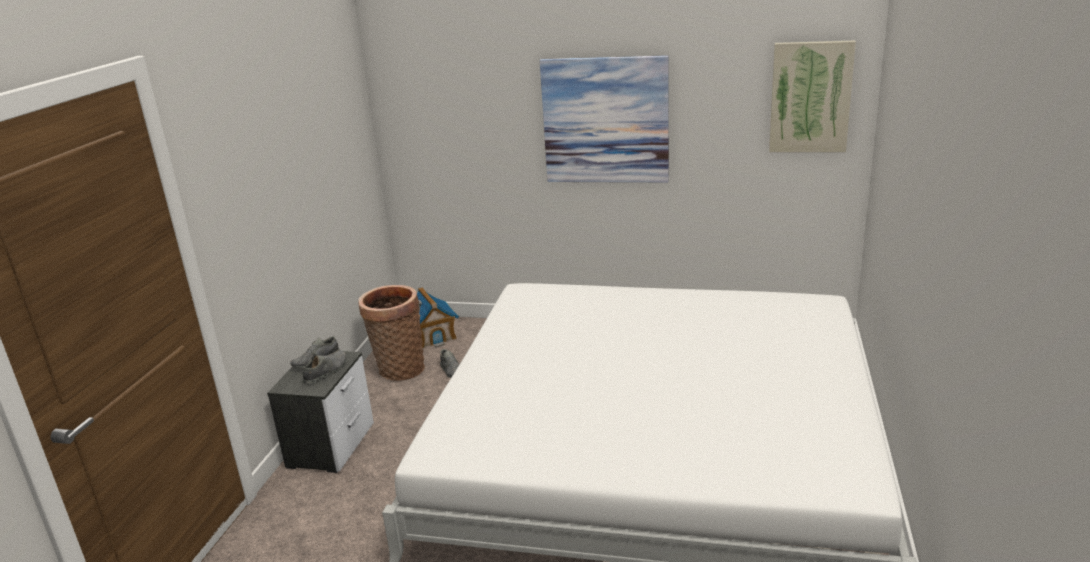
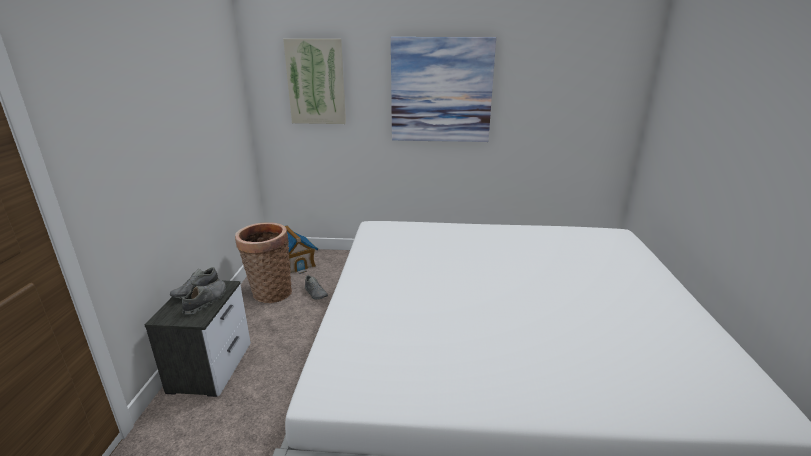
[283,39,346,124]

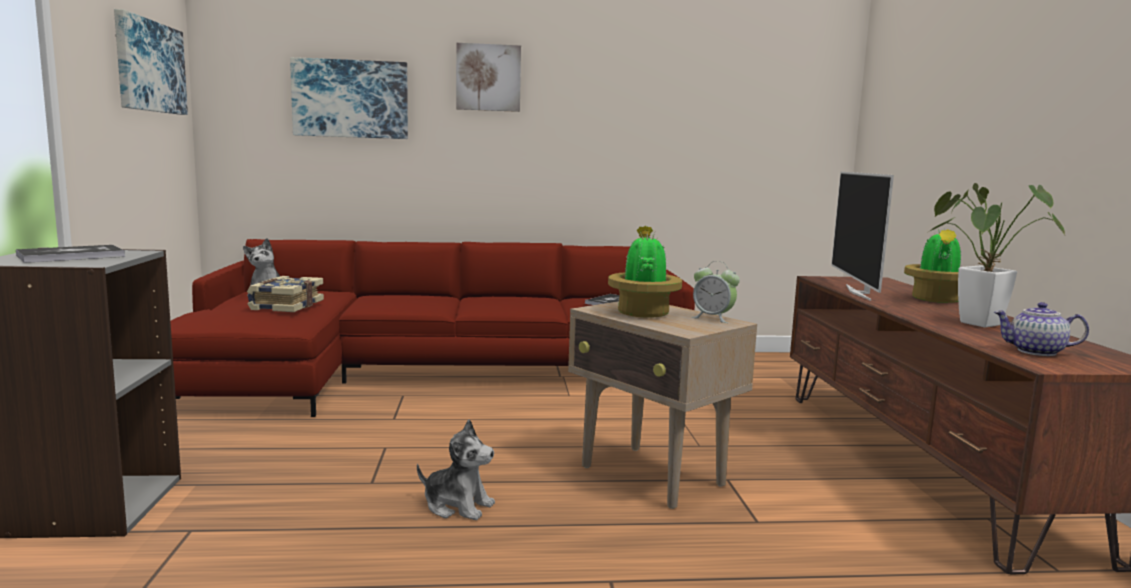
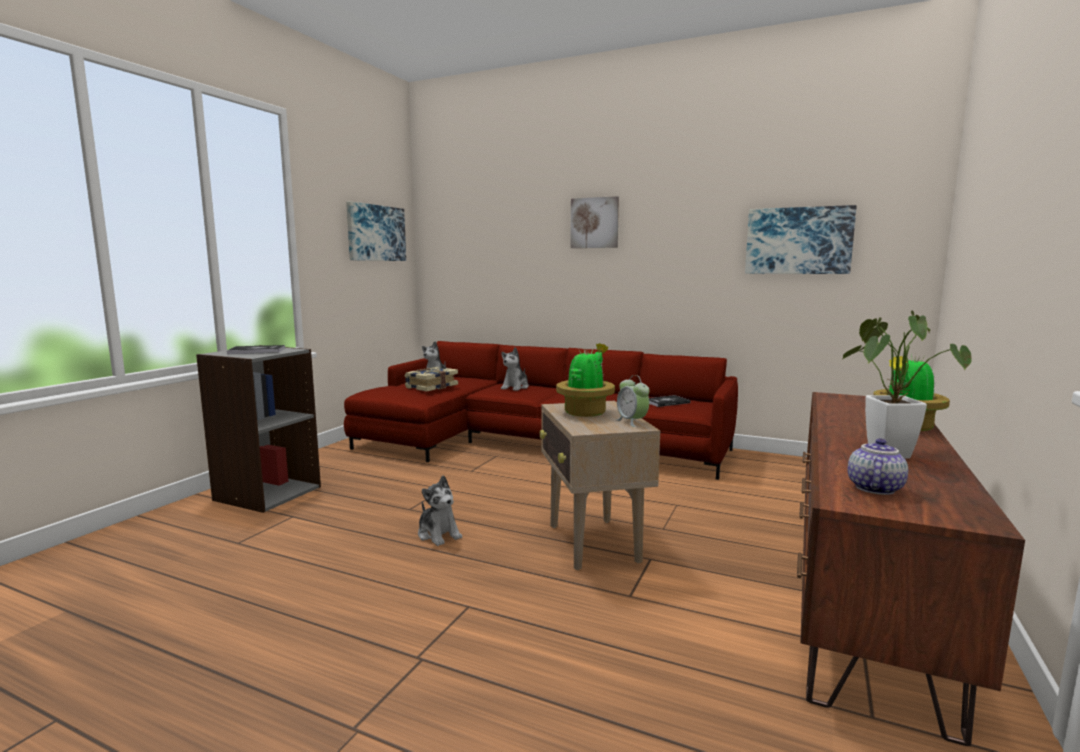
[745,205,857,274]
[831,172,894,301] (first image)
[848,438,908,495]
[501,347,529,391]

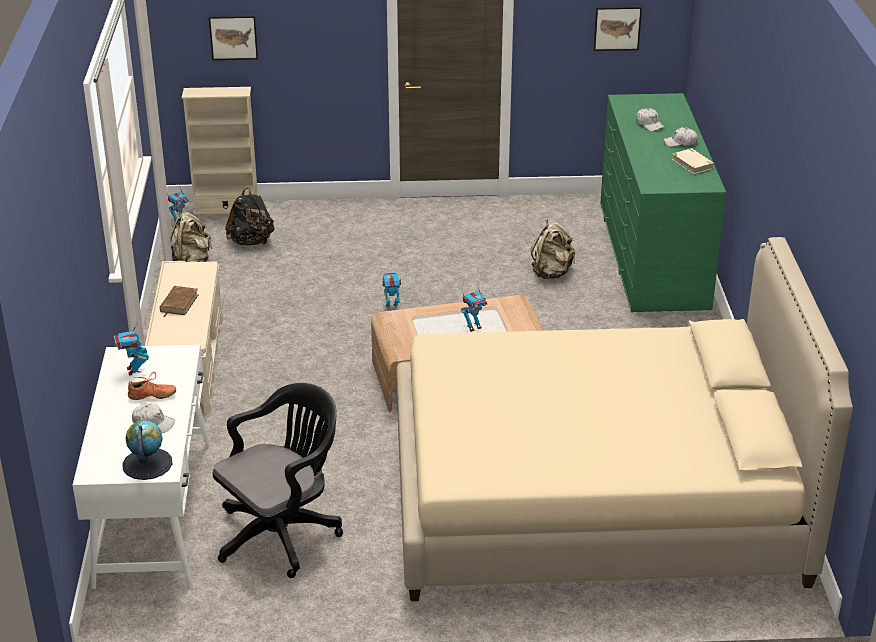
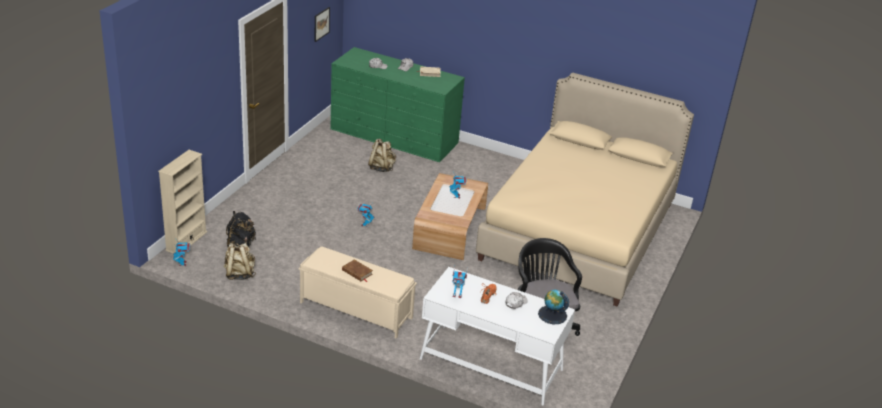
[209,16,258,60] (first image)

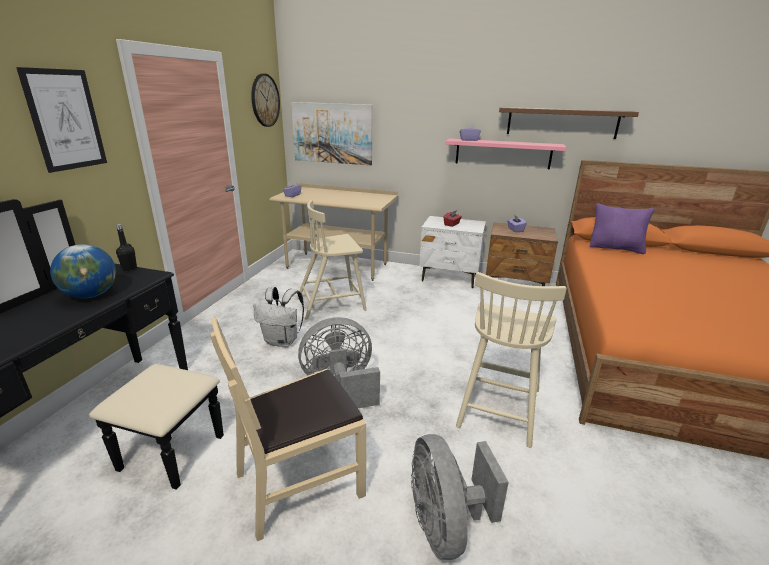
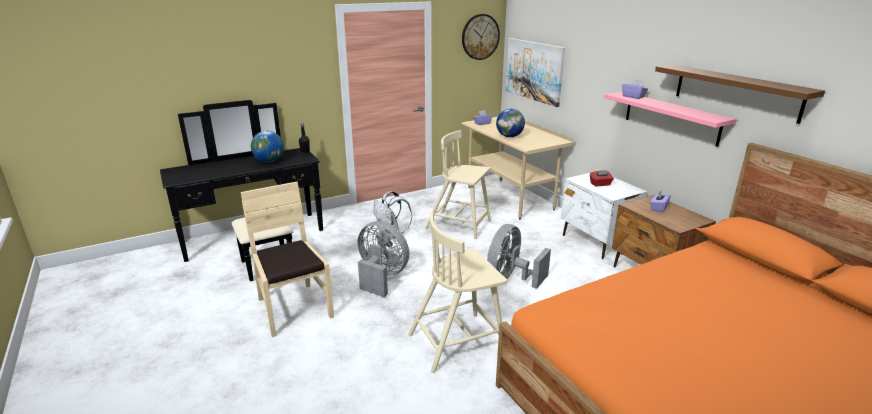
[16,67,107,173] (first image)
[241,182,334,337]
[487,224,551,289]
[590,203,655,254] (first image)
[496,109,525,137]

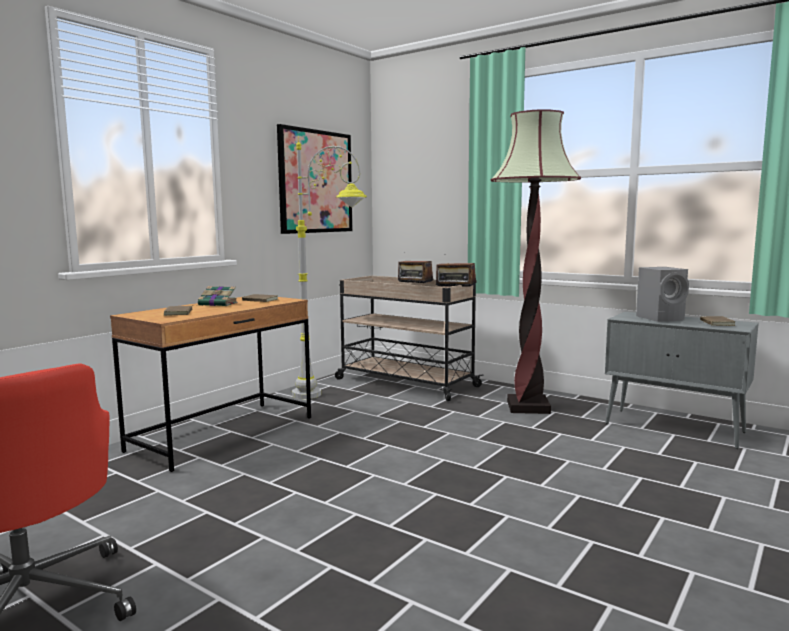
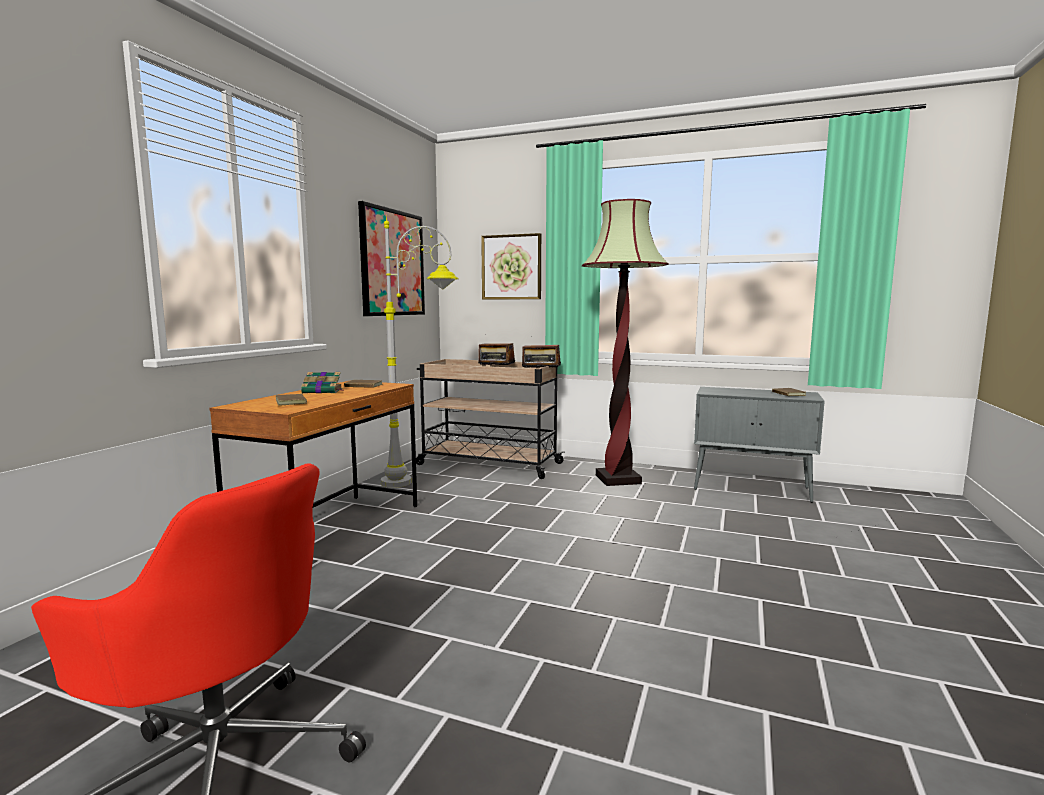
[636,267,689,322] (first image)
[481,233,541,299]

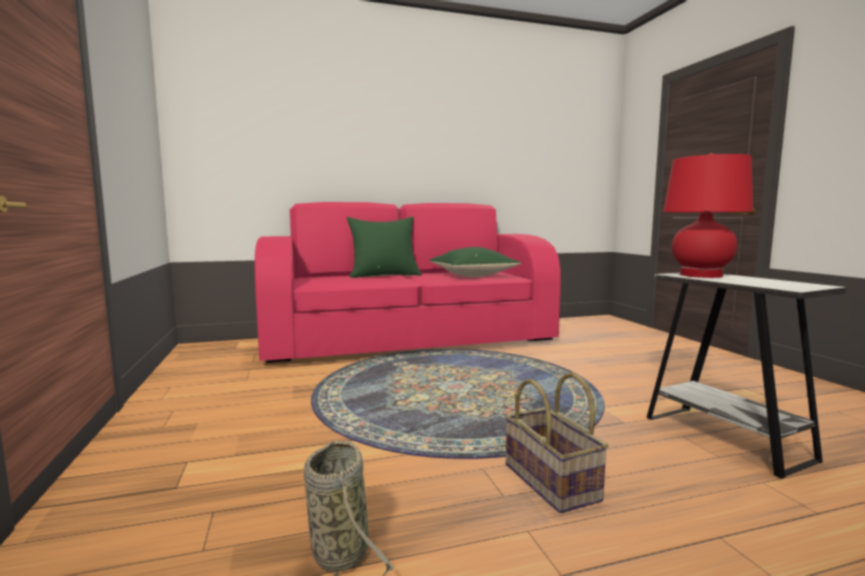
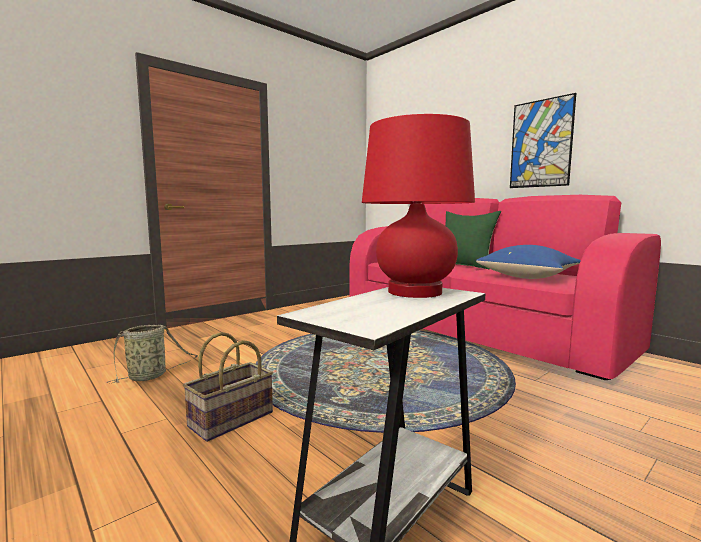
[476,245,581,279]
[510,93,576,188]

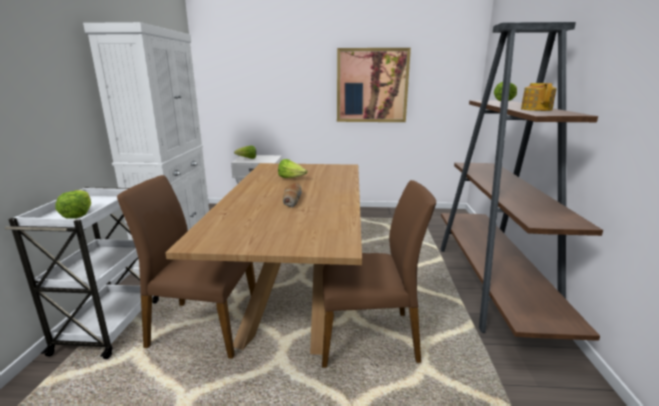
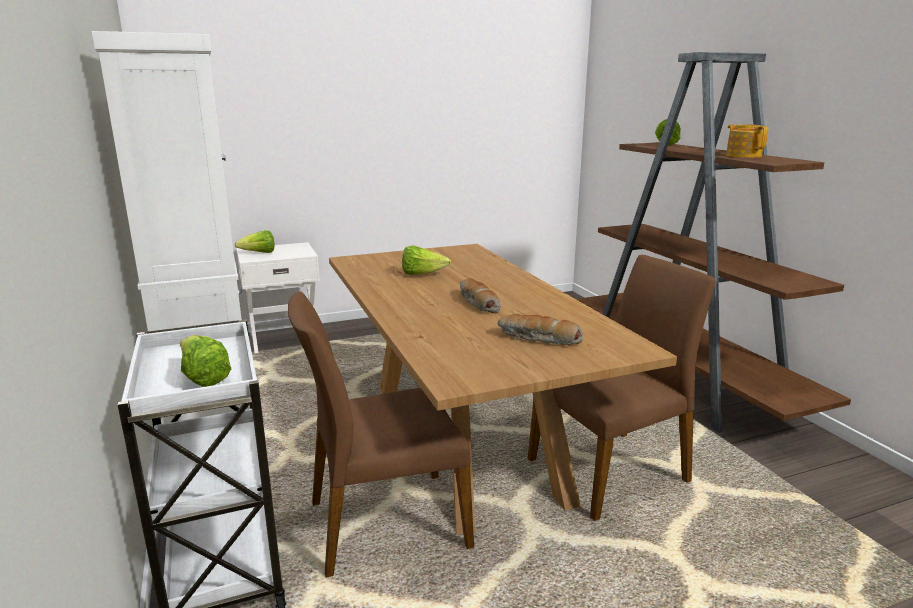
[337,48,411,122] (first image)
[498,314,583,345]

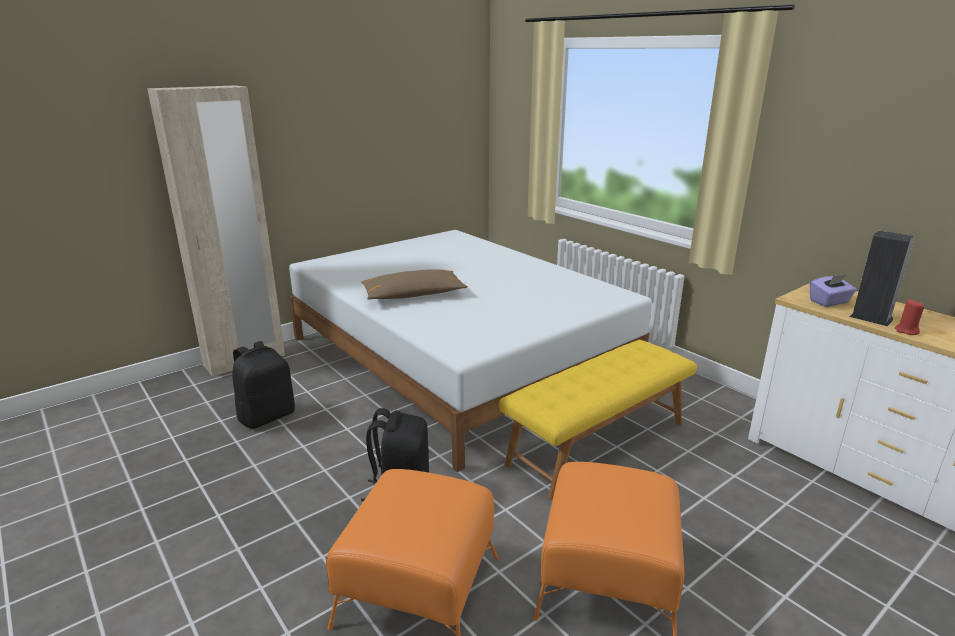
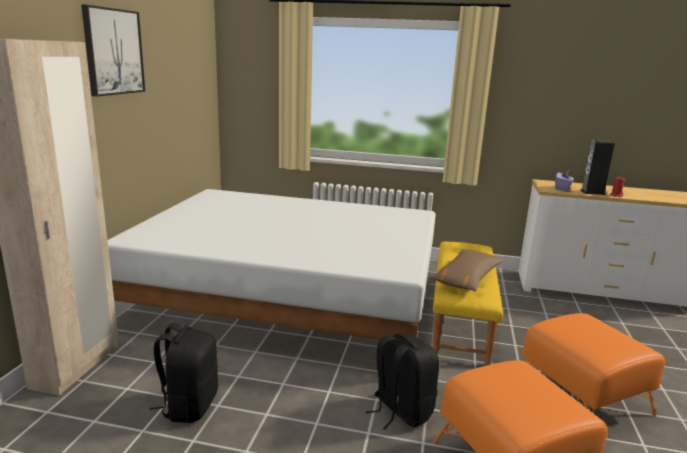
[429,249,505,291]
[81,4,145,97]

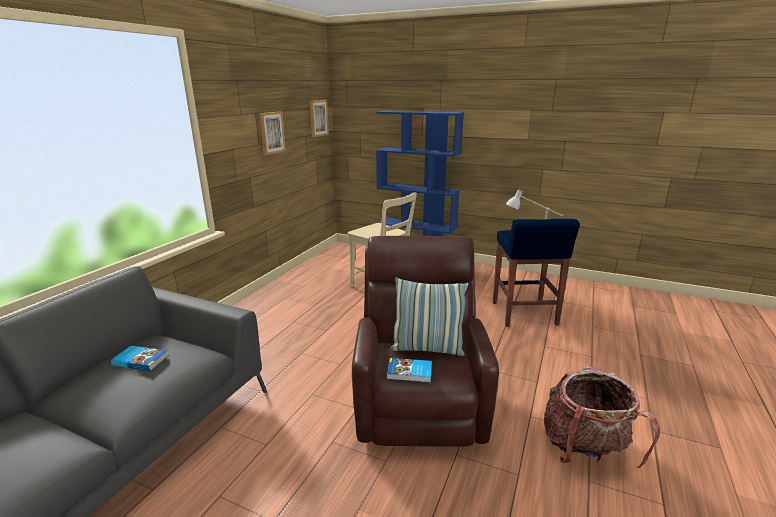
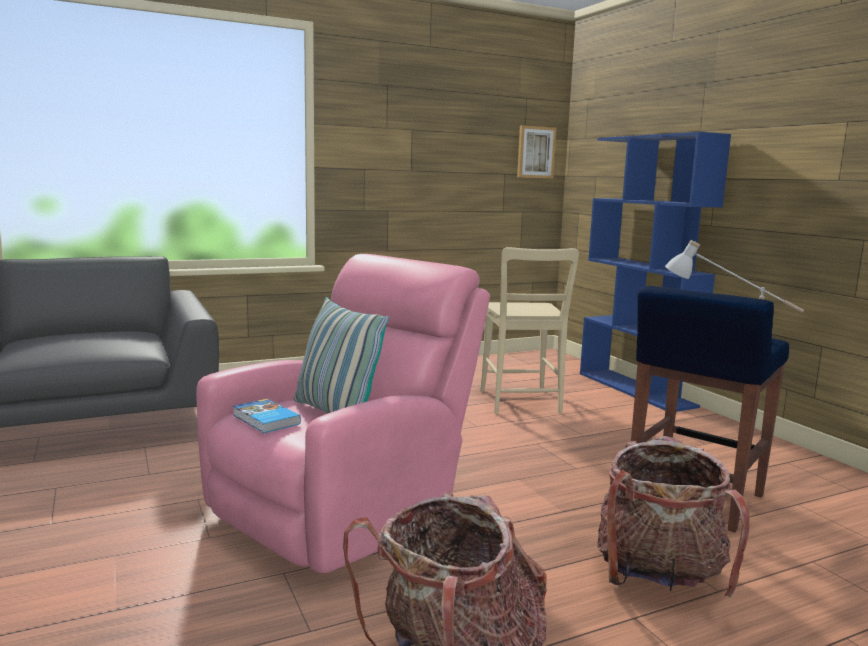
[111,346,169,371] (first image)
[259,111,286,155] (first image)
[196,254,490,573]
[597,436,750,597]

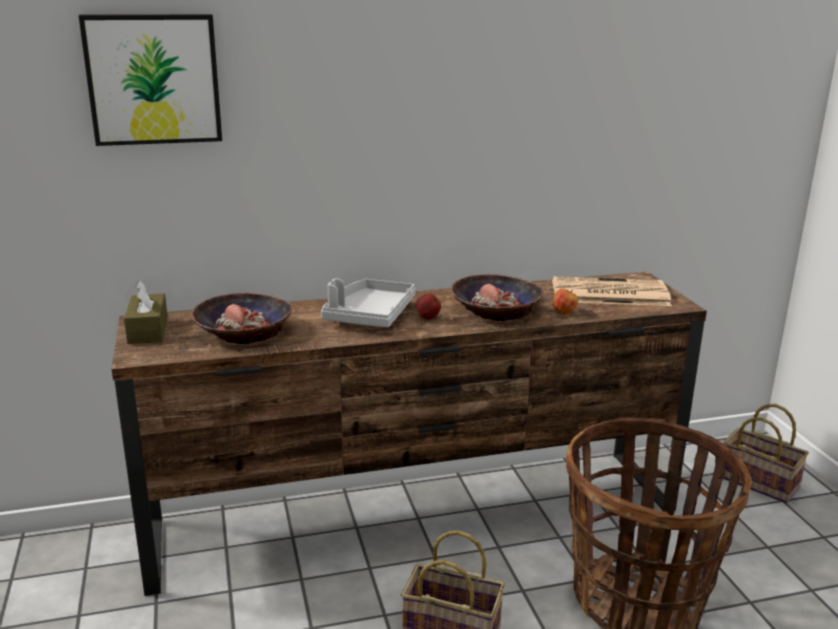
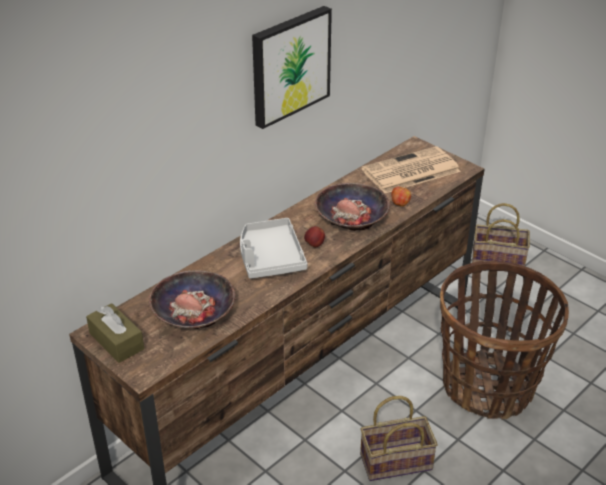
[252,6,332,129]

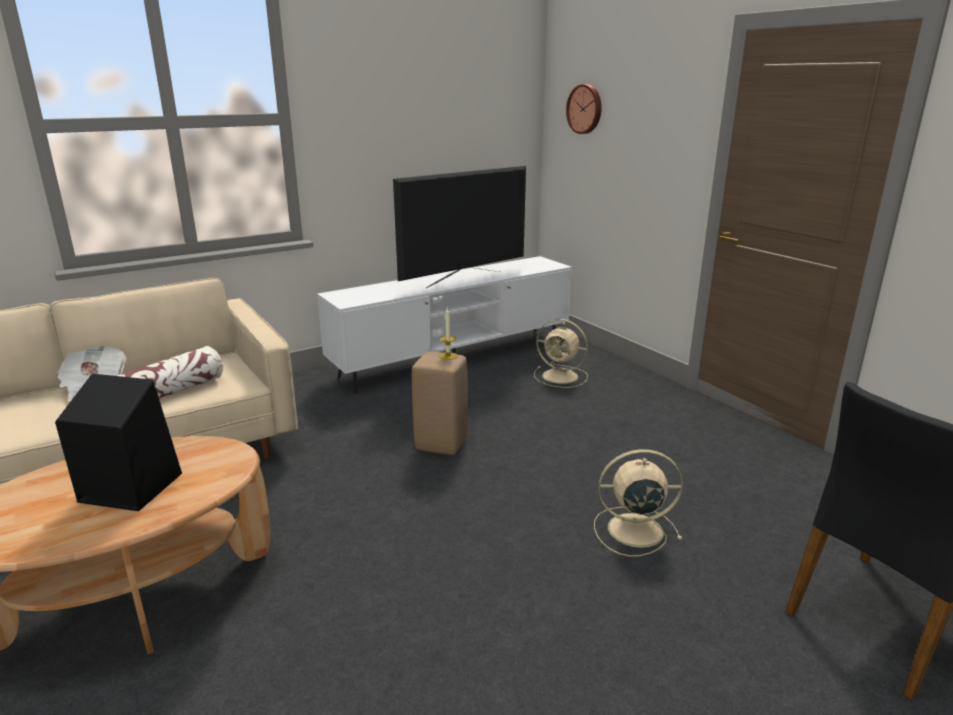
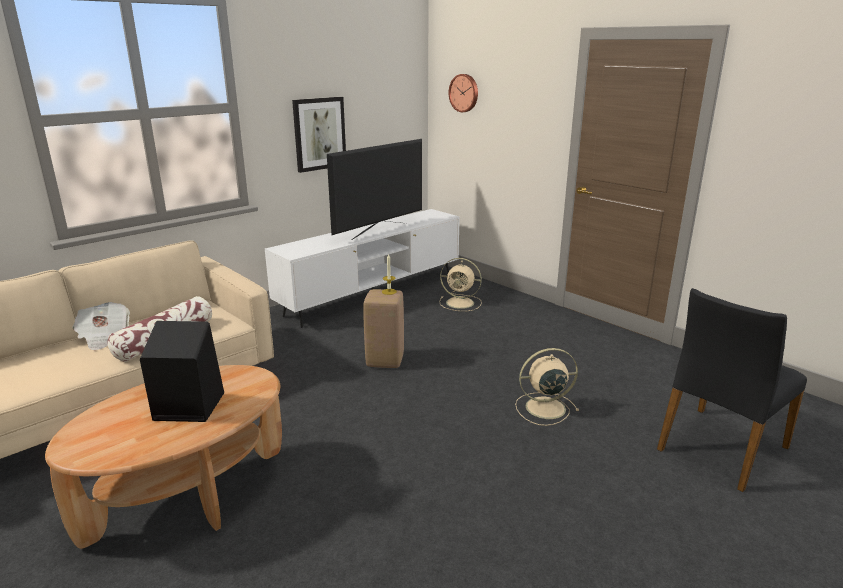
[292,97,346,173]

